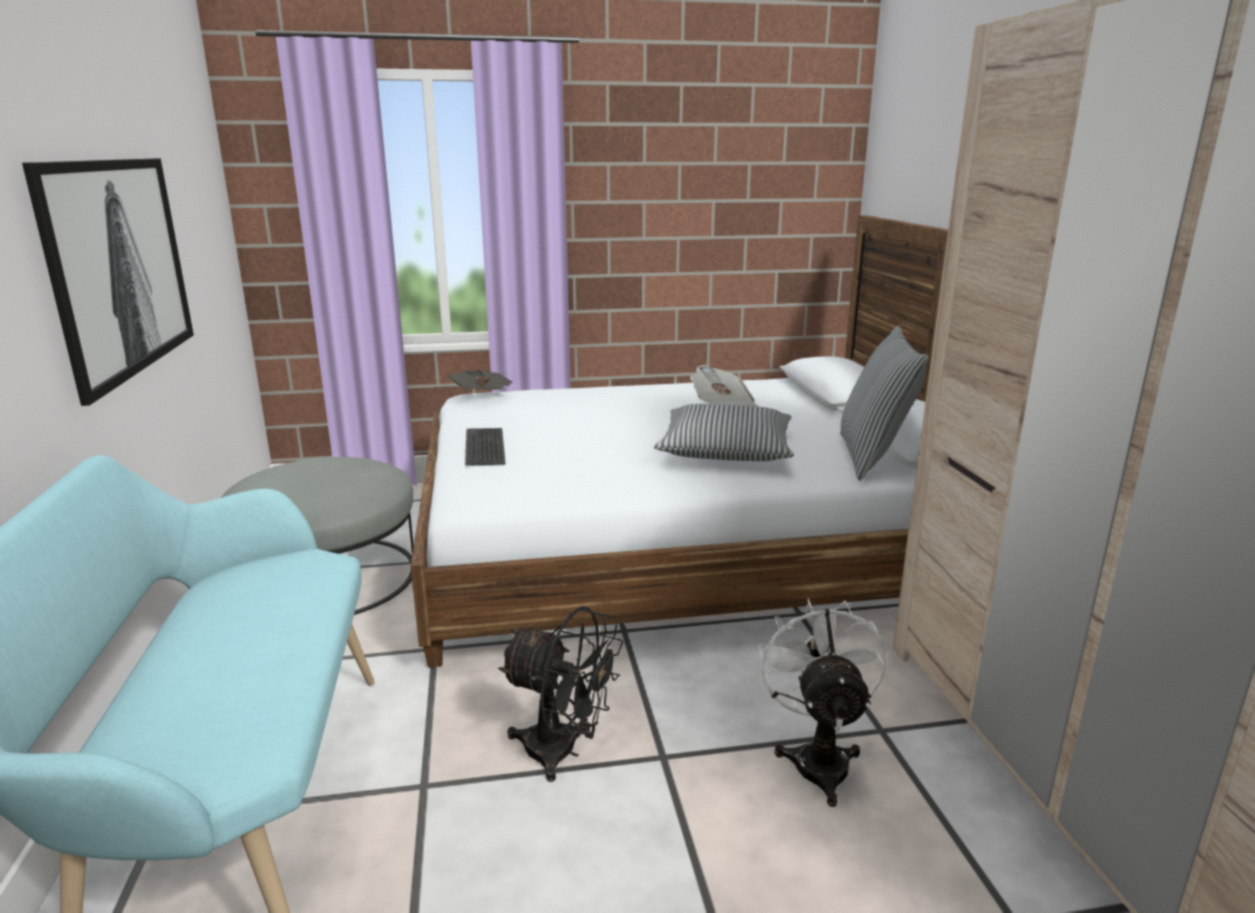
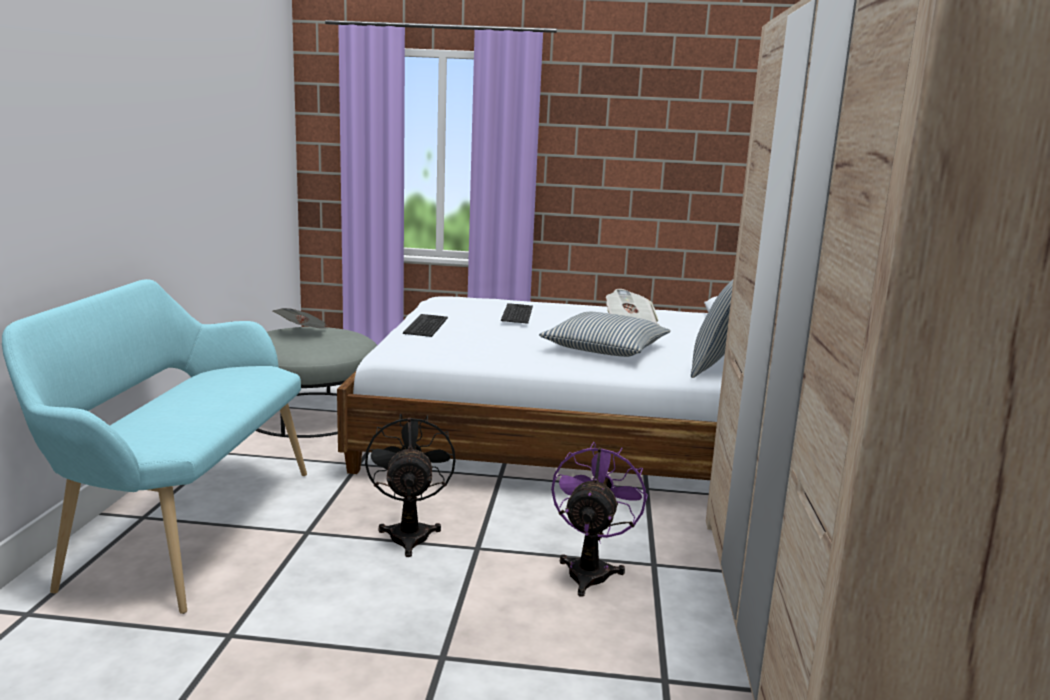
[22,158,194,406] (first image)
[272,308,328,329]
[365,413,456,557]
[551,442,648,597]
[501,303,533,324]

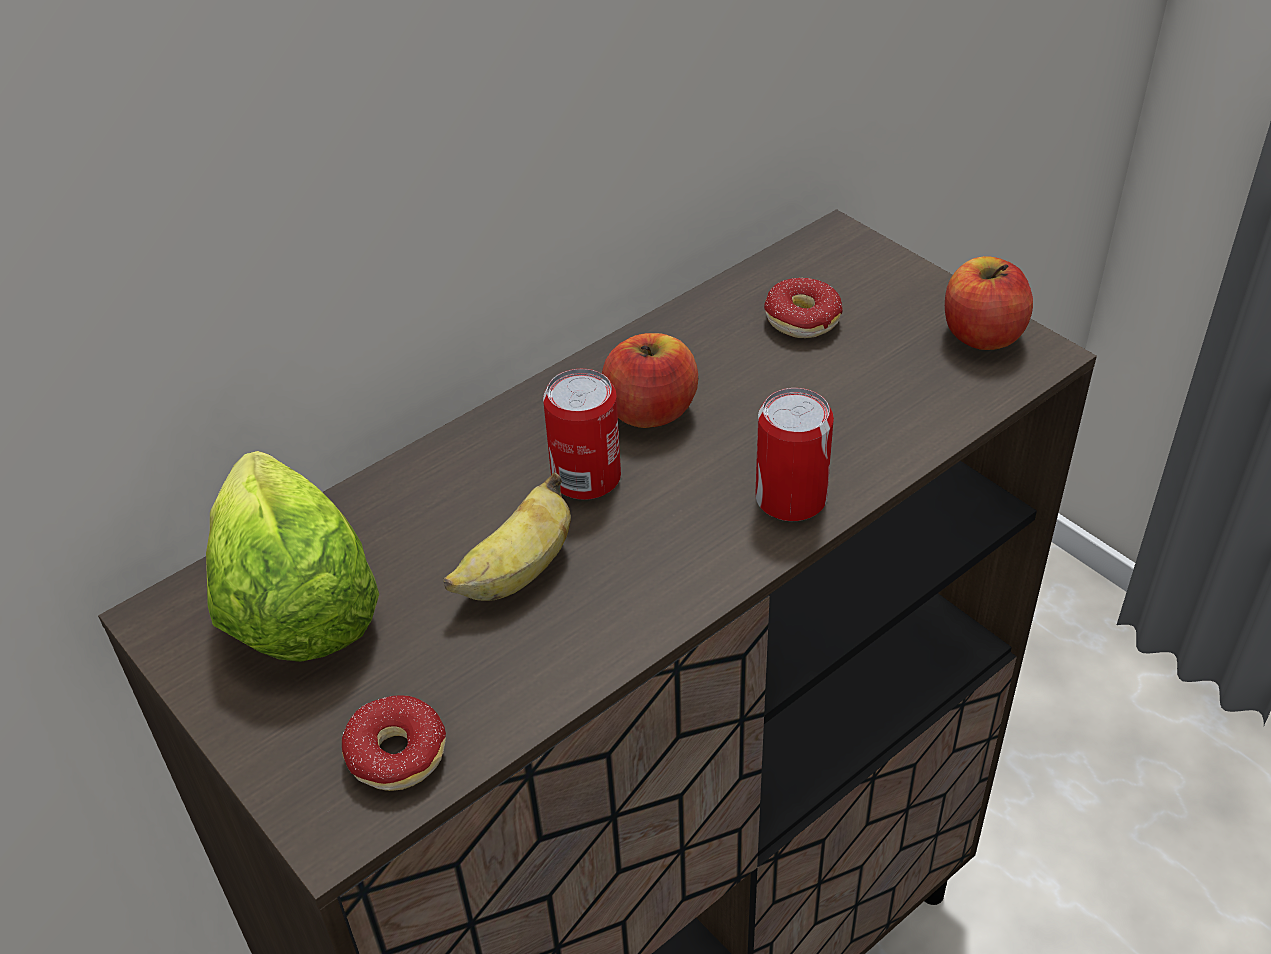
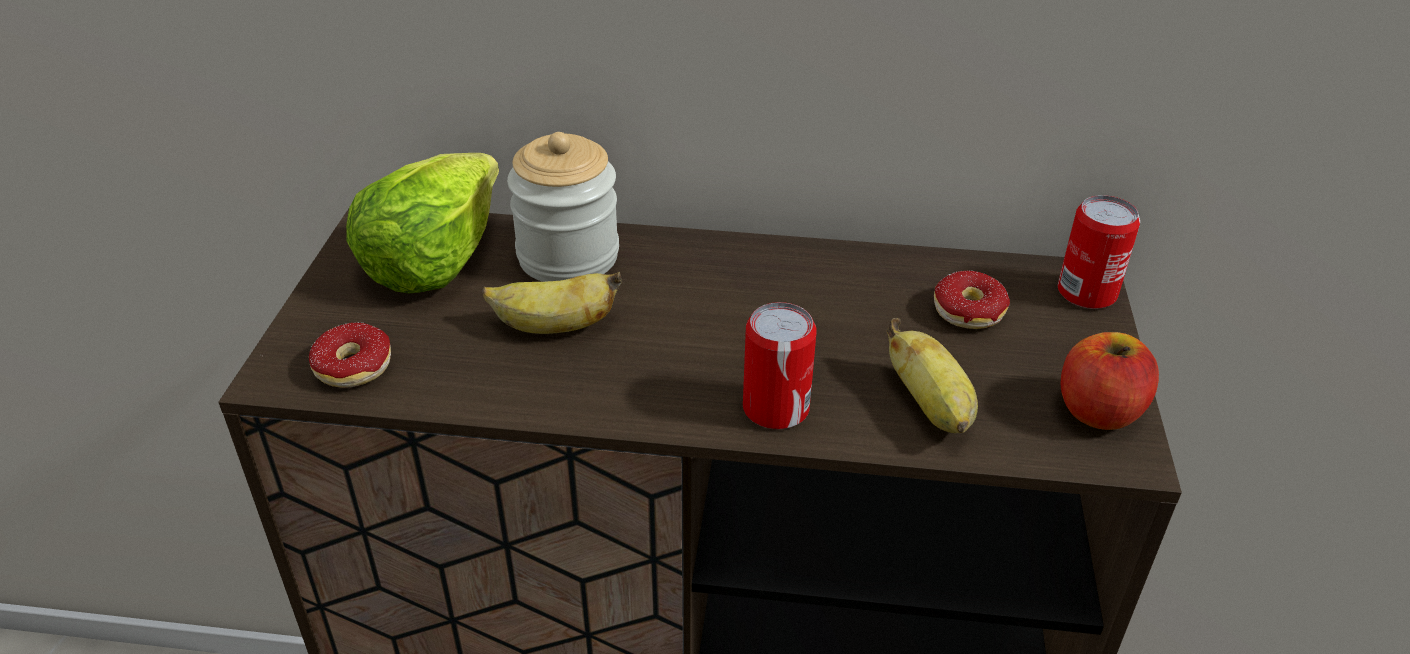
[1057,195,1140,309]
[602,333,698,428] (first image)
[507,132,619,282]
[887,318,978,433]

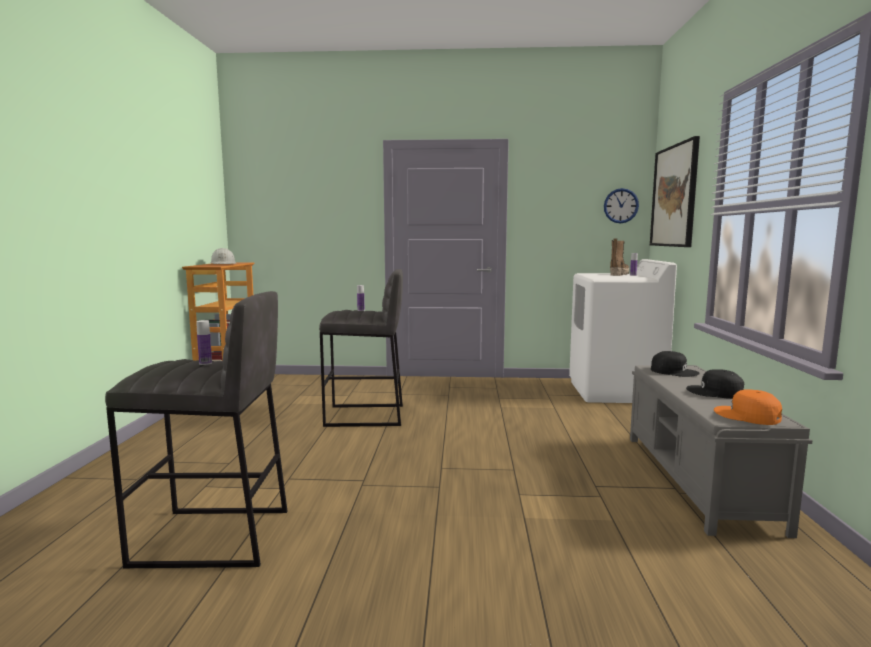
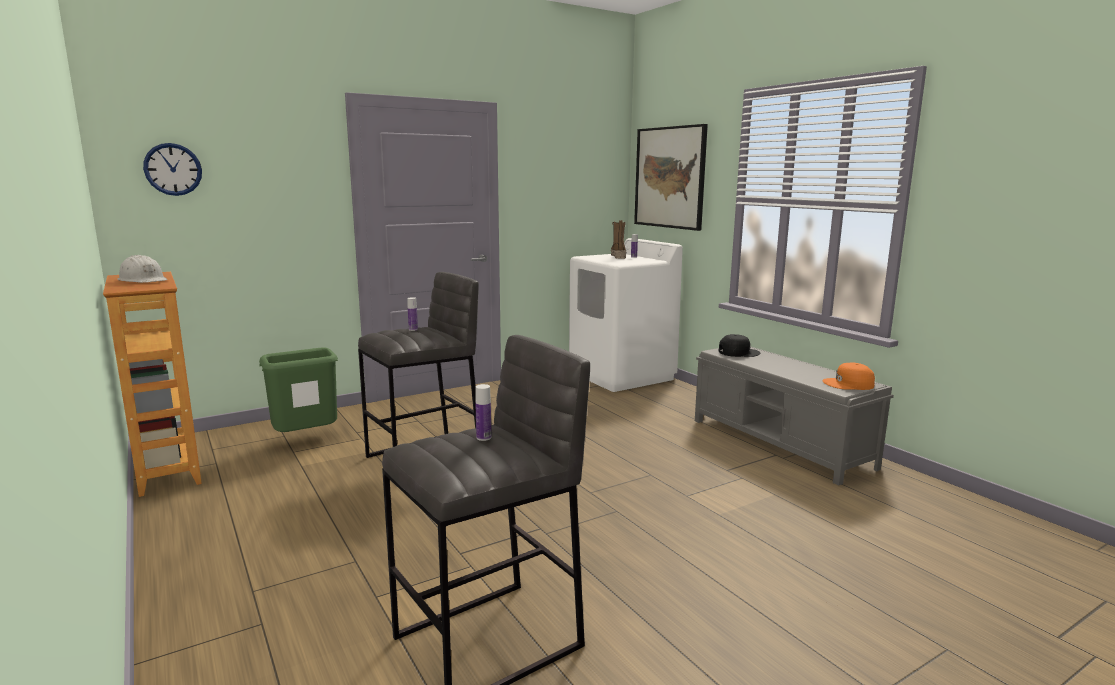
[143,143,202,196]
[686,369,744,399] (first image)
[259,348,338,432]

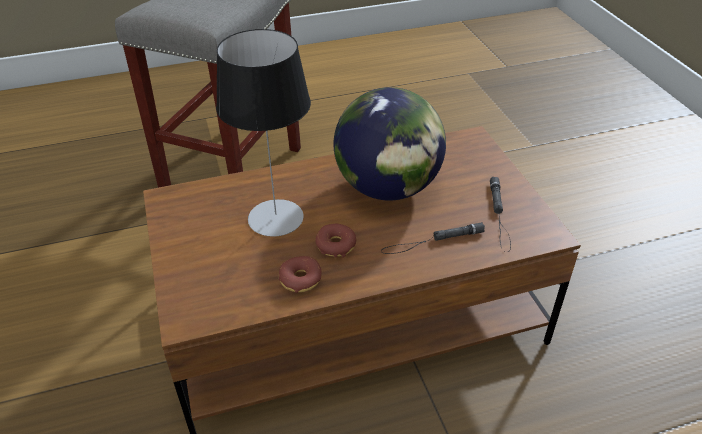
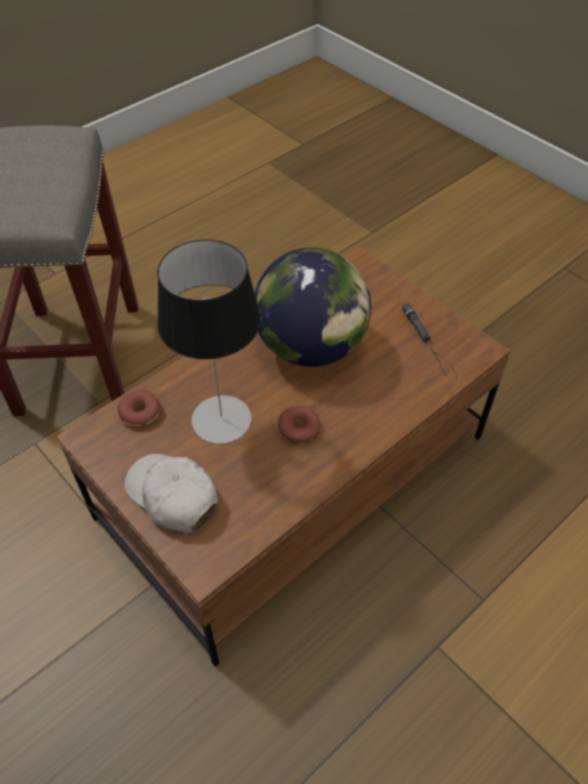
[118,389,161,427]
[381,222,485,254] (first image)
[124,454,218,533]

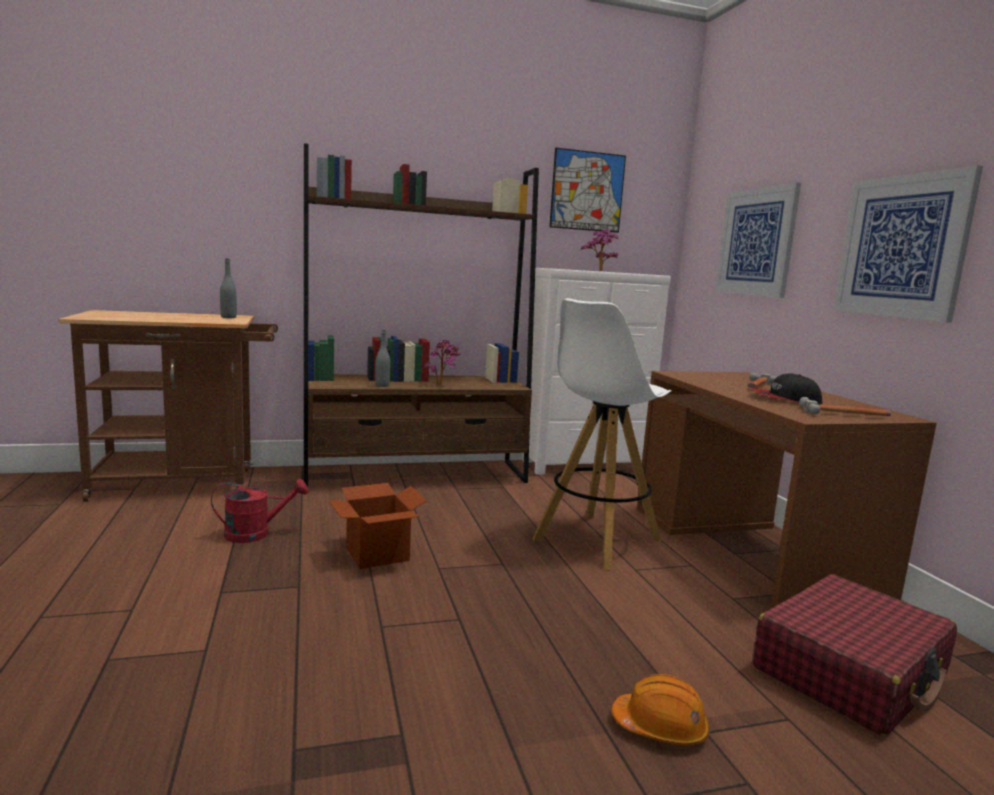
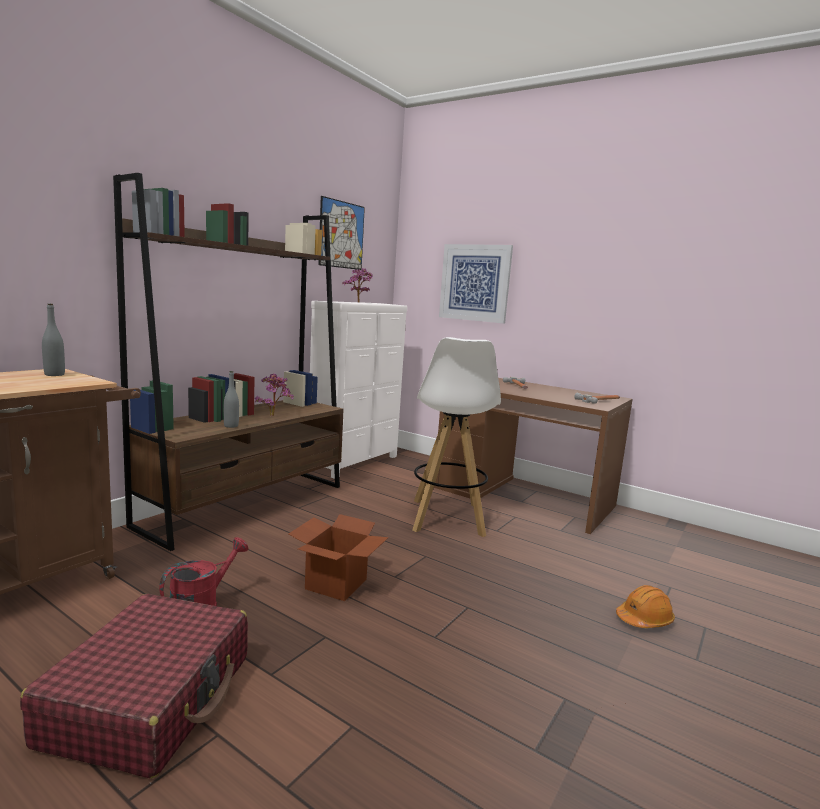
[751,373,823,405] (first image)
[20,594,248,779]
[833,165,983,323] (first image)

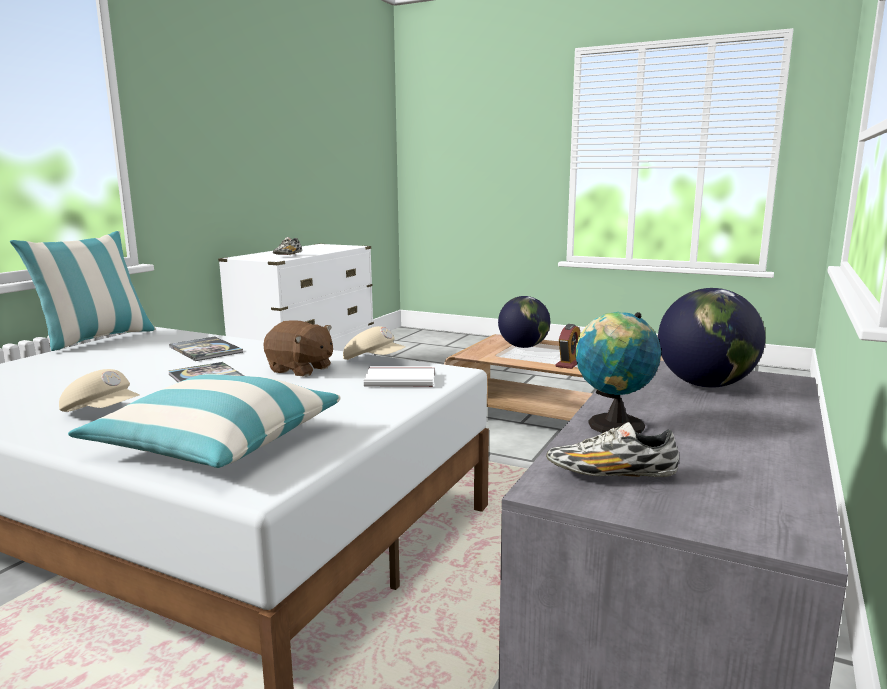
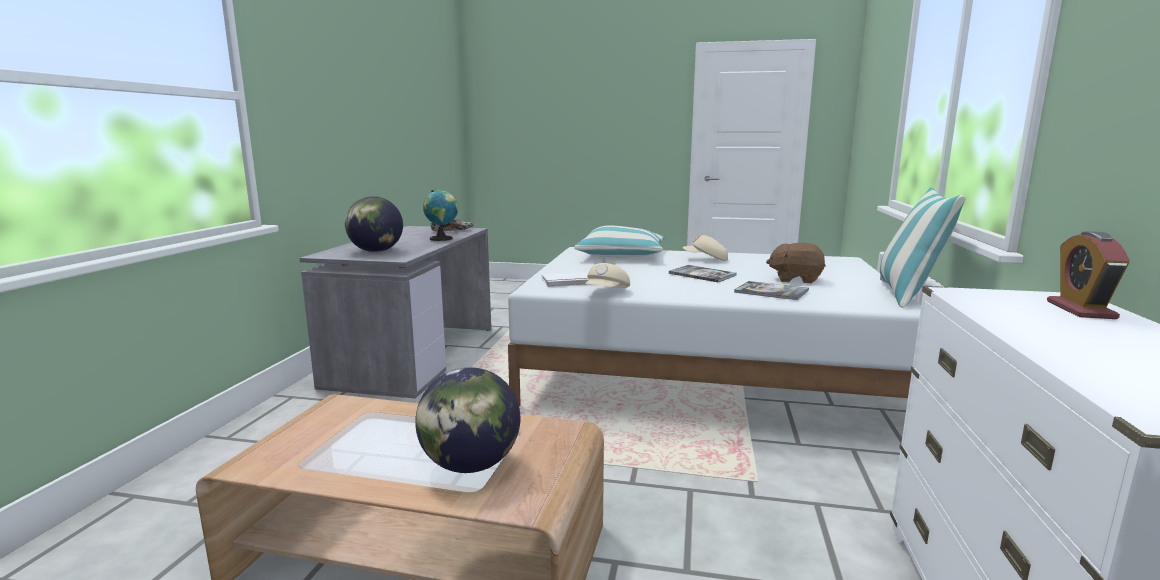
[766,243,825,283]
[273,237,302,256] (first image)
[585,263,630,288]
[1047,231,1130,319]

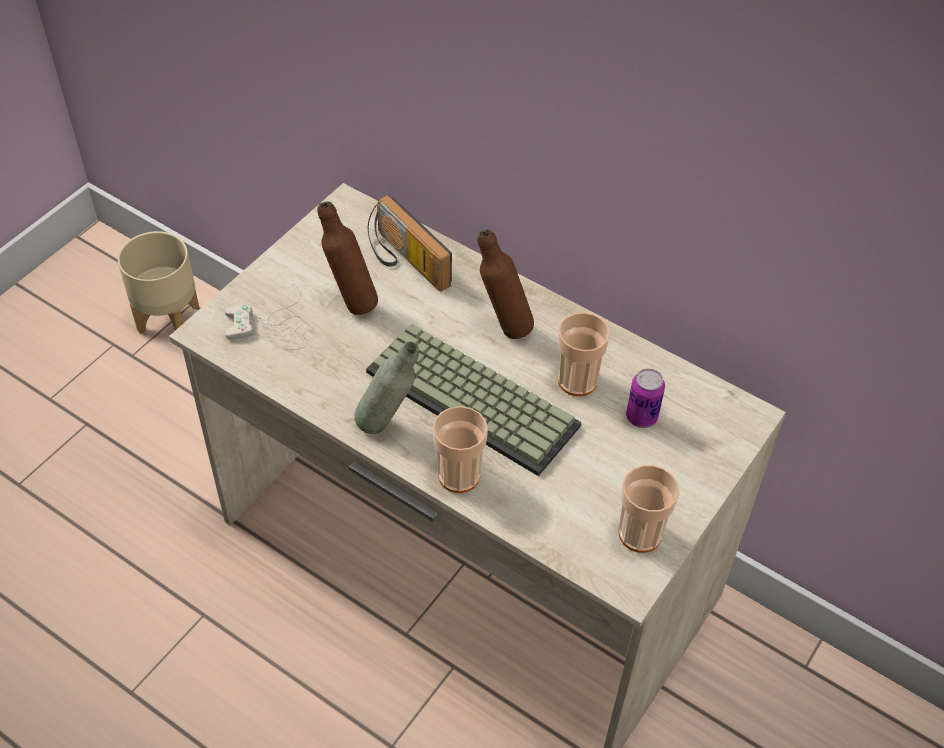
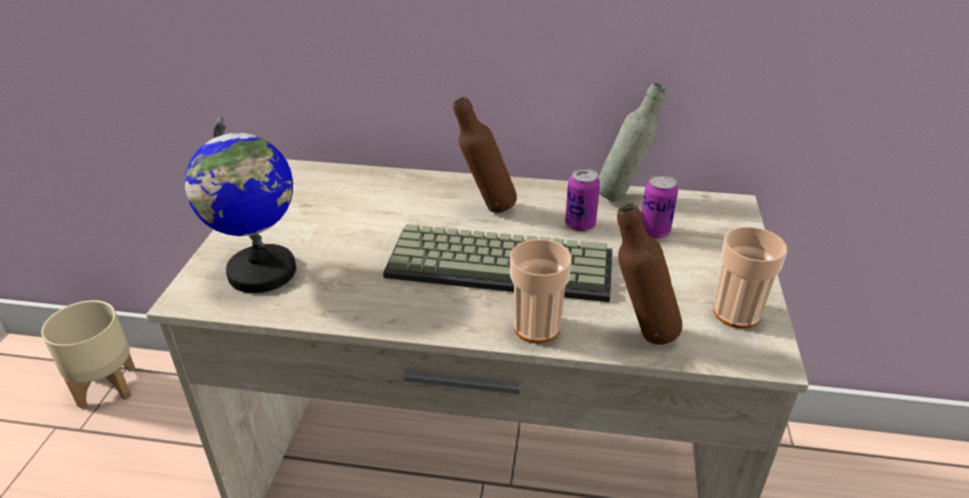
[185,116,296,293]
[617,203,682,345]
[598,83,666,201]
[368,195,452,291] (first image)
[565,168,600,232]

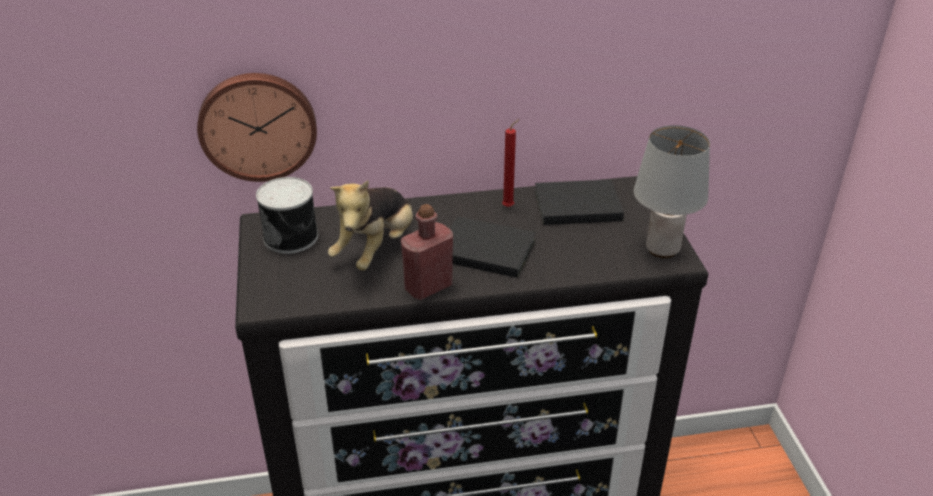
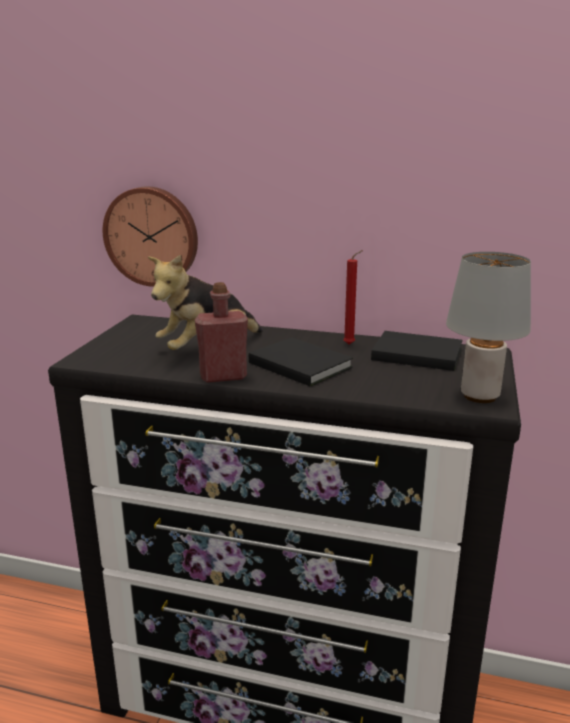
[256,177,318,254] (first image)

